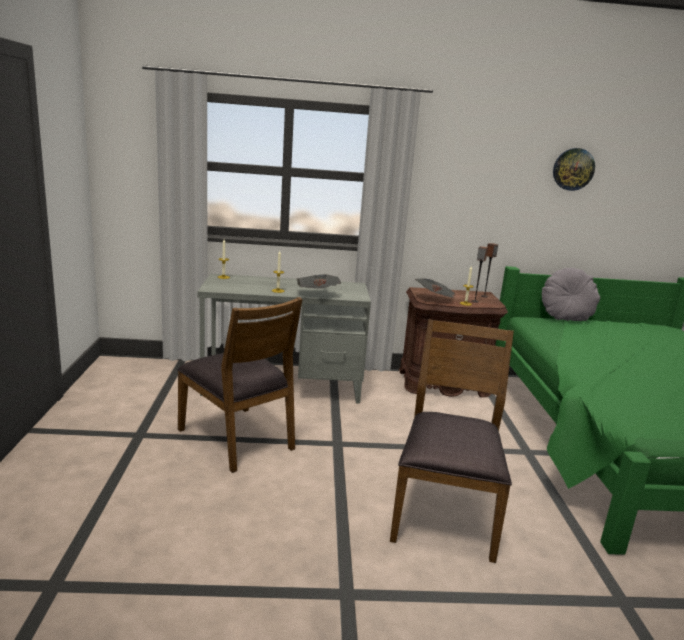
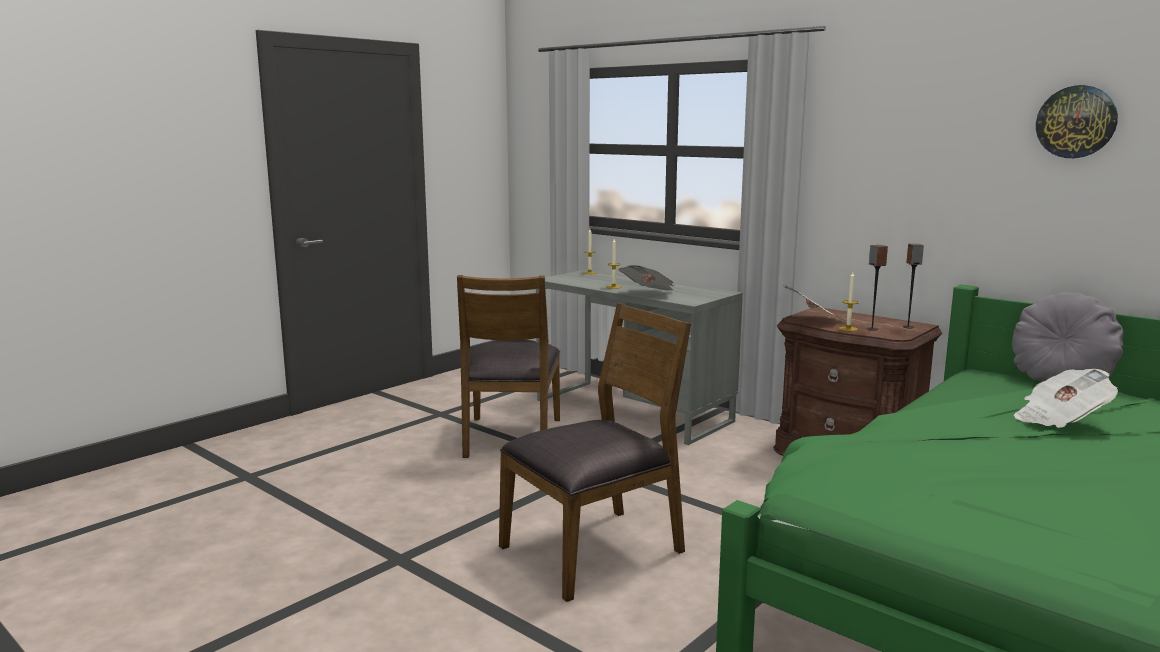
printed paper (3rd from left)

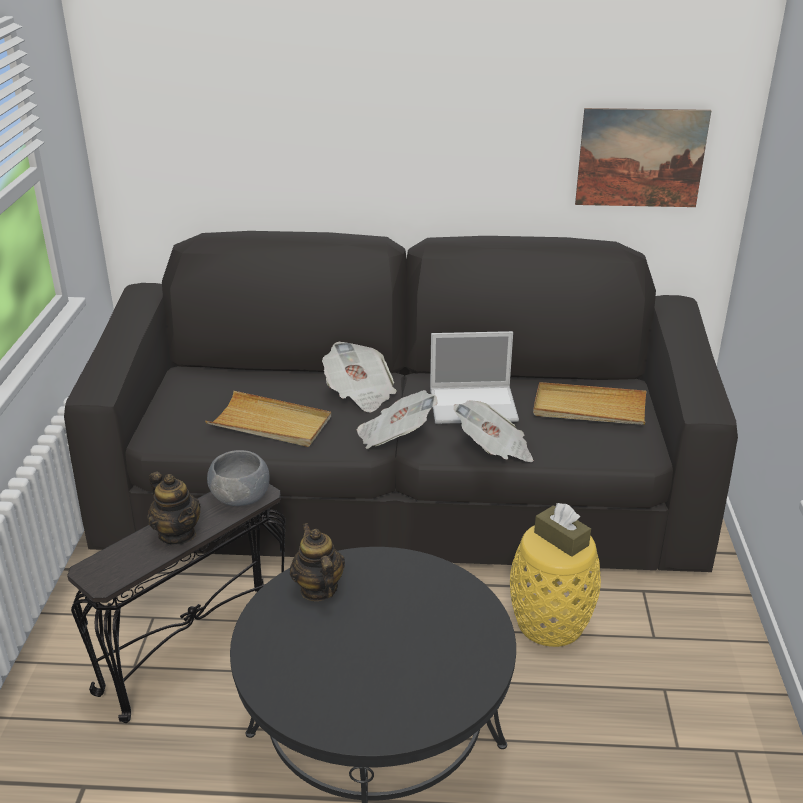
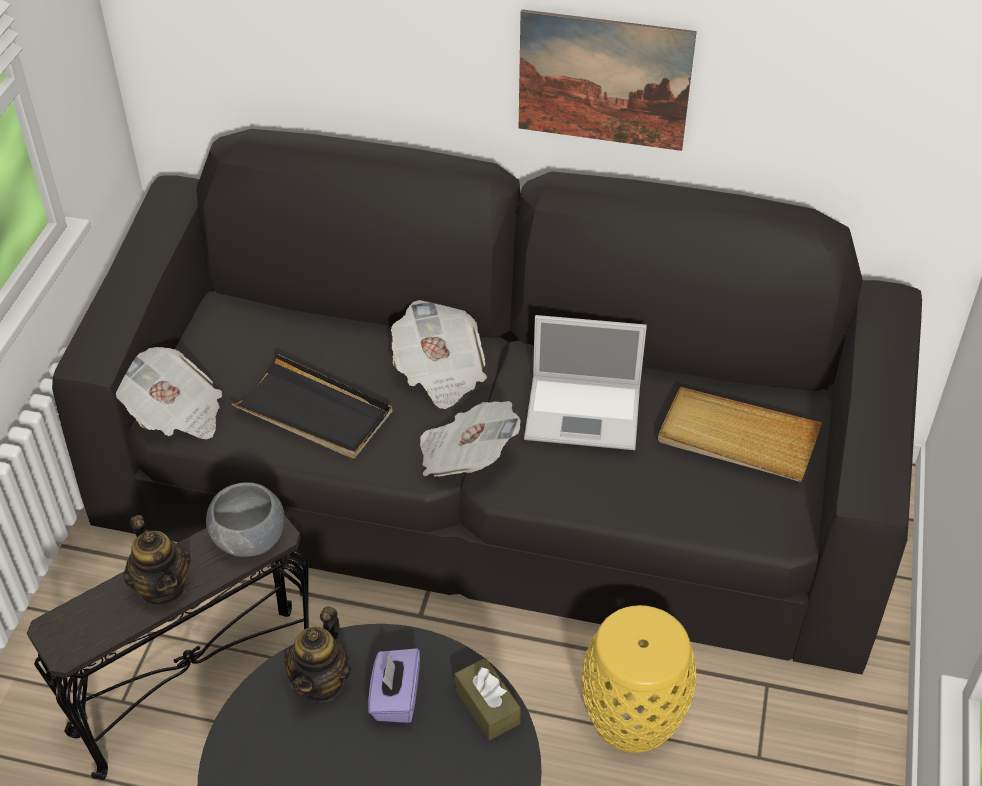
picture; black carrying tray; printed paper (1st from left); brown-coloured tissue box; tea pot (2nd from left); purple-coloured tissue box

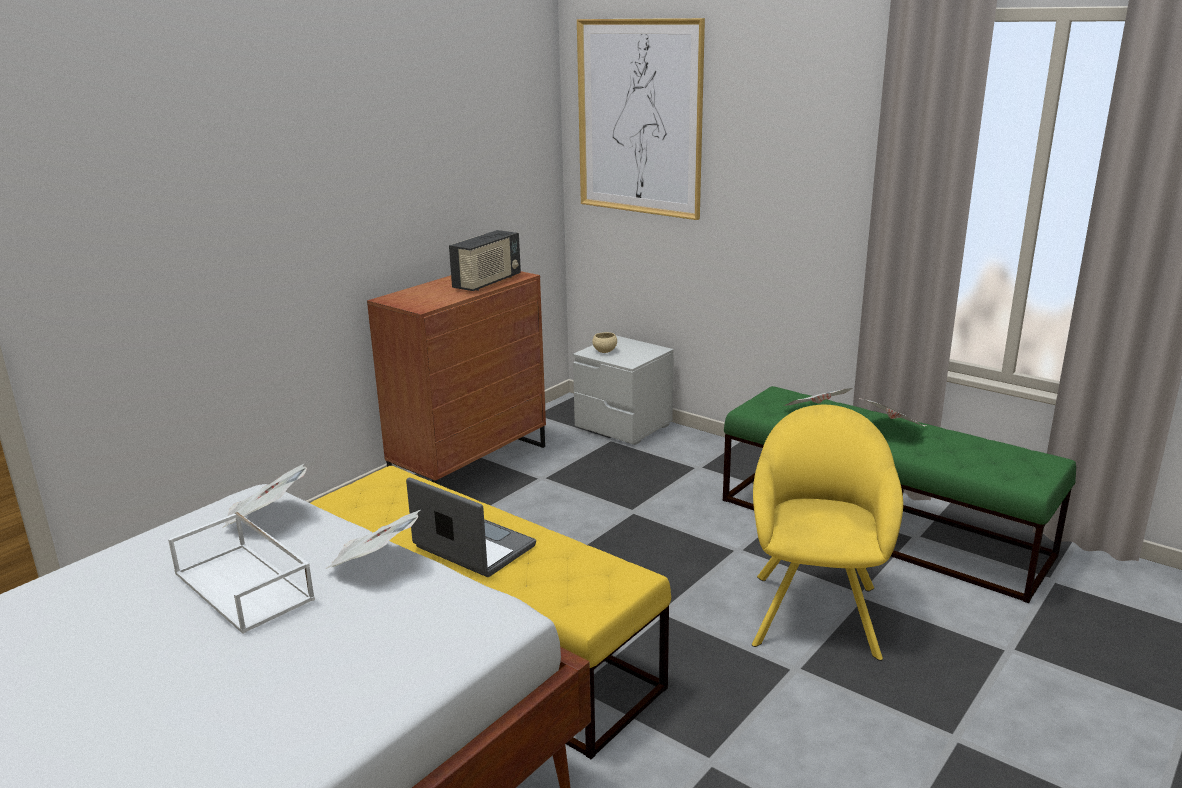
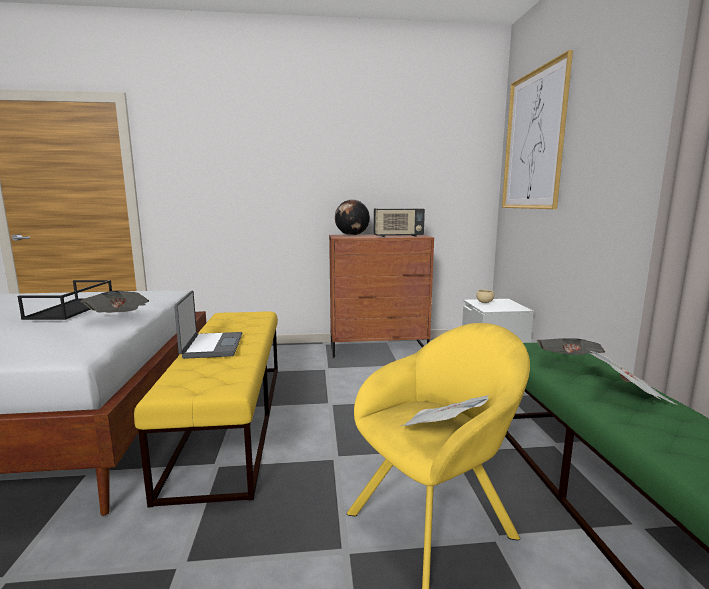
printed paper (2nd from left); black carrying tray; desk globe

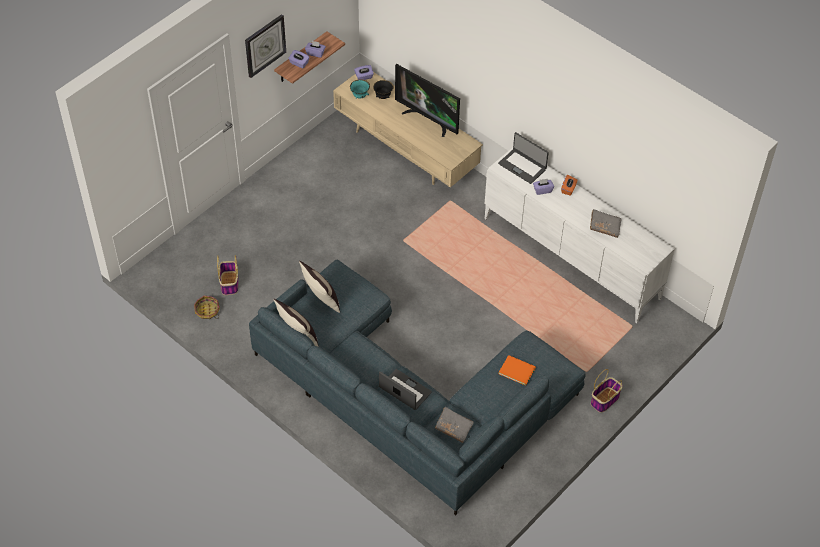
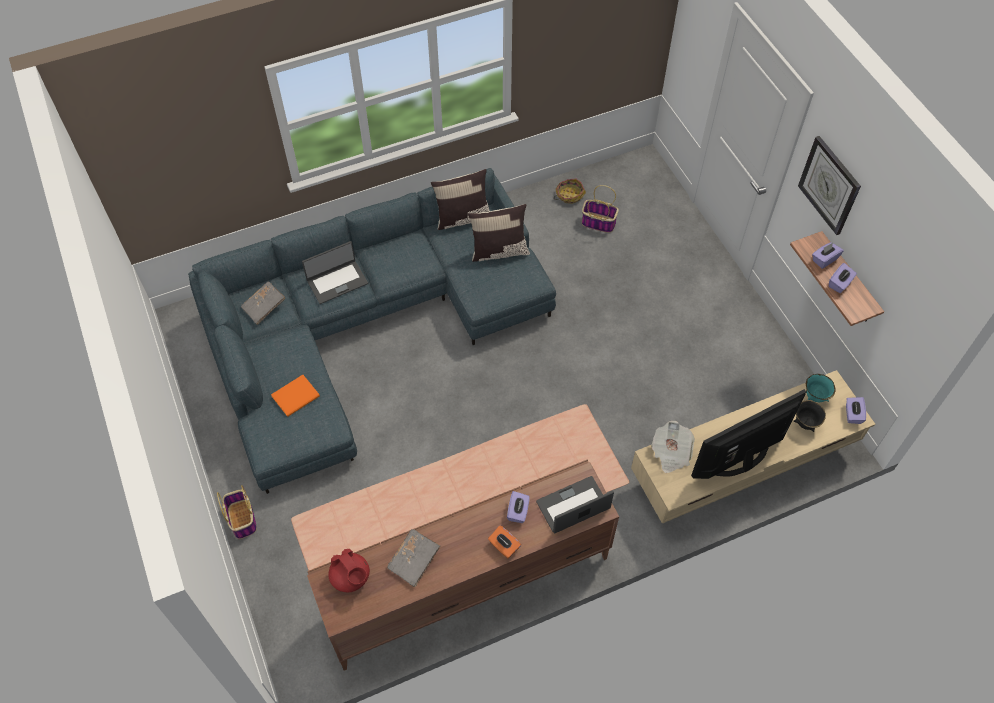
brown-coloured cabinet; printed paper; reddish tea pot

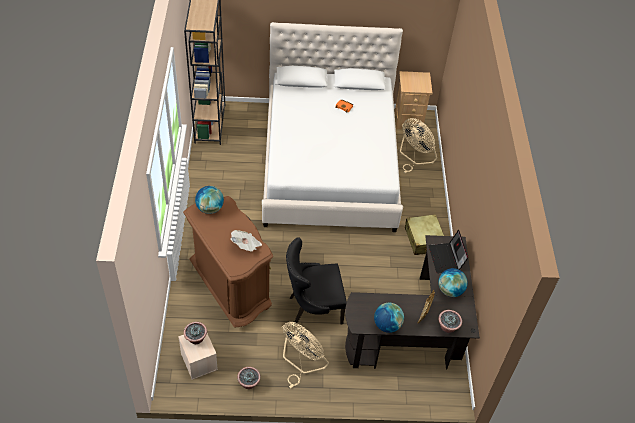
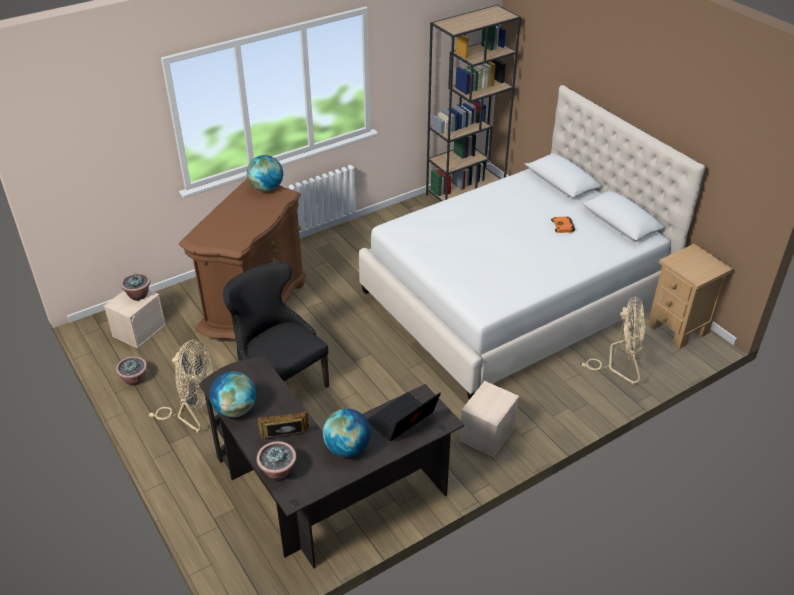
beige storage box (2nd from left); printed paper

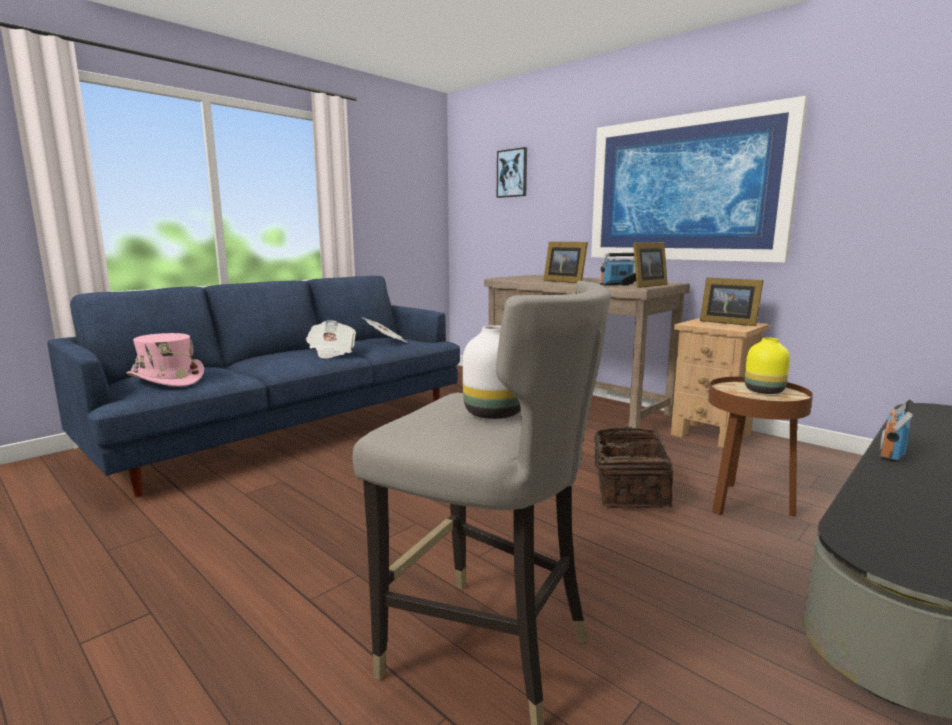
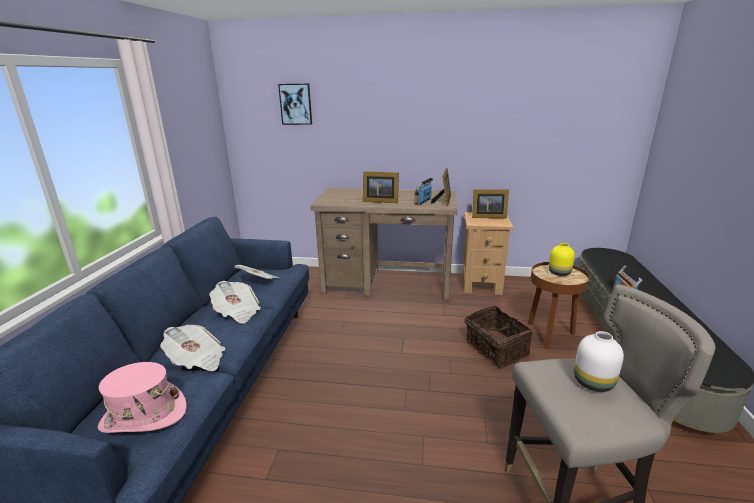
picture (2nd from left in the first image); printed paper (1st from left)

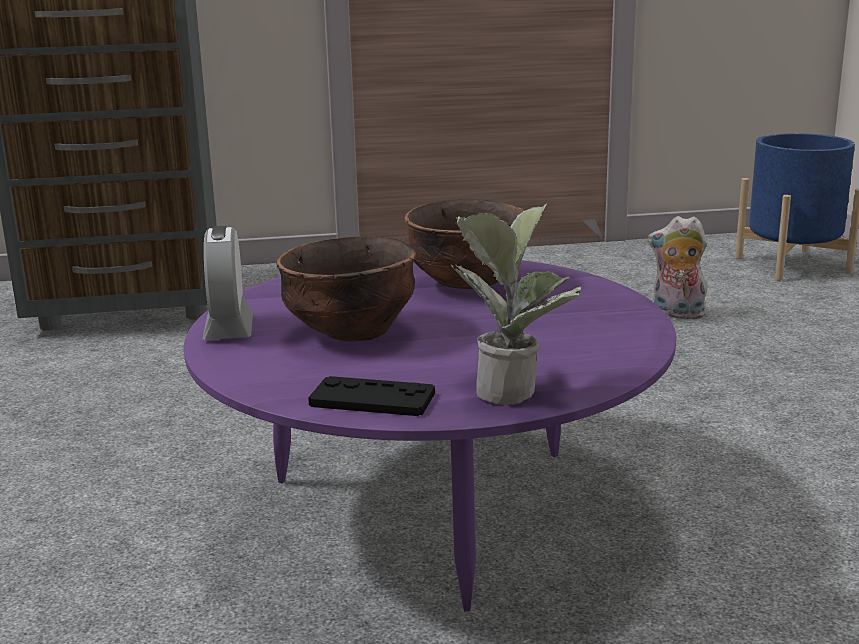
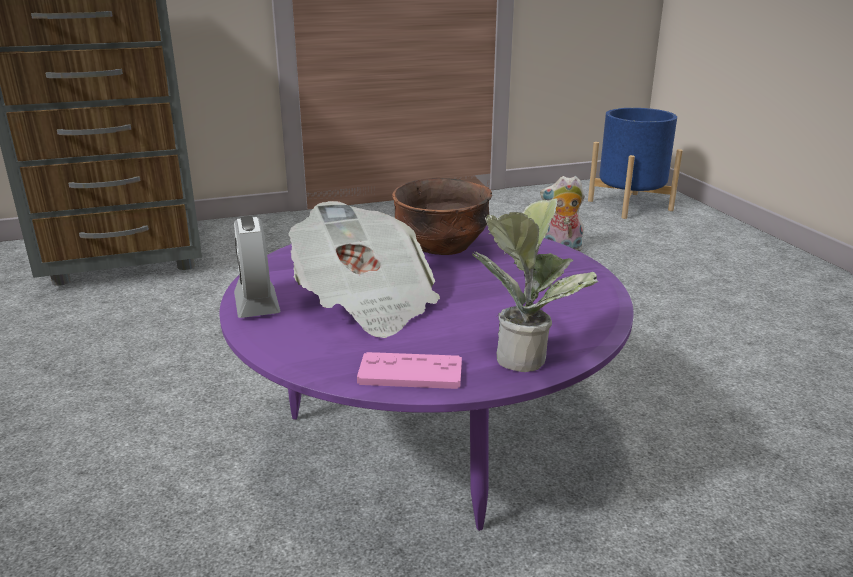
printed paper; pinkish gamepad

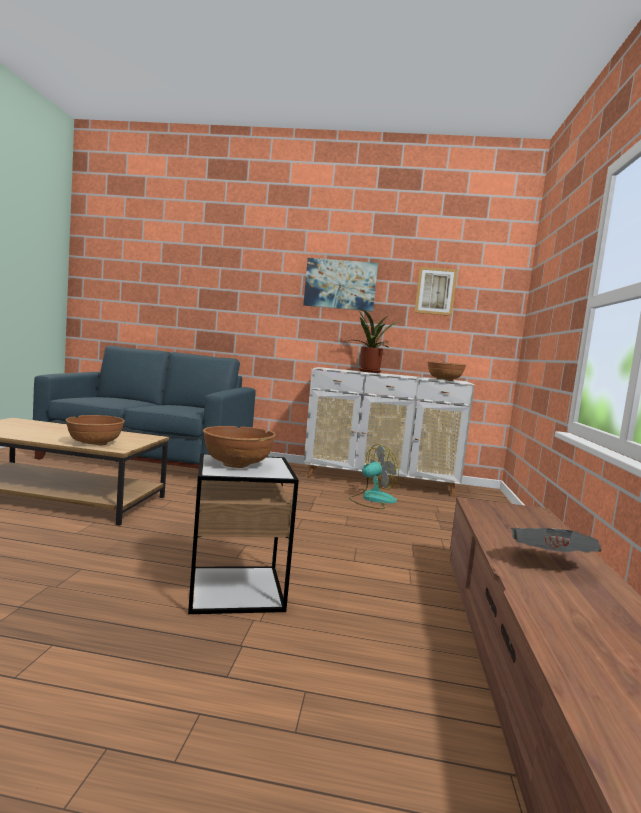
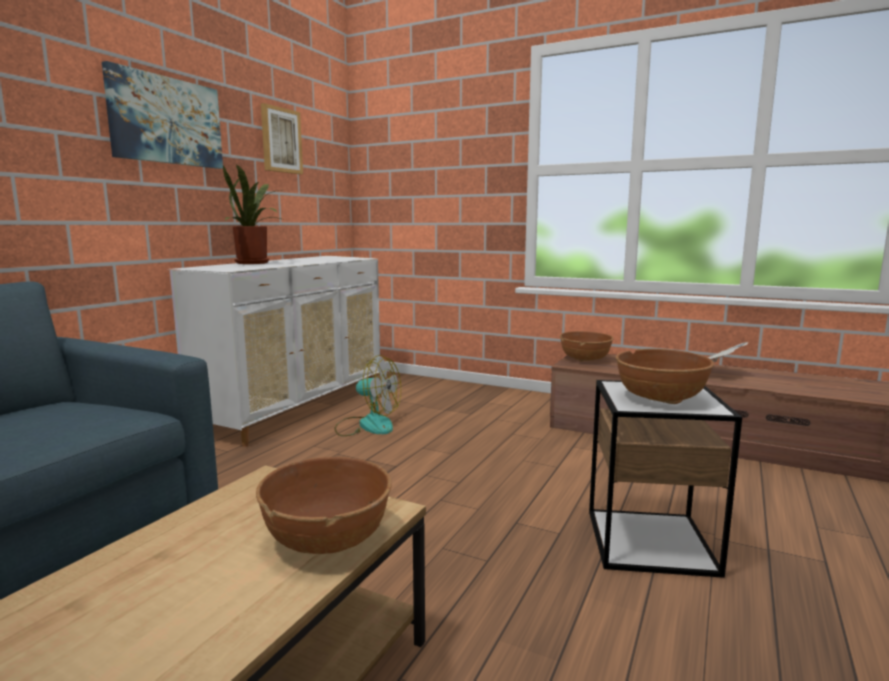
brown-coloured bowl (2nd from left); fan

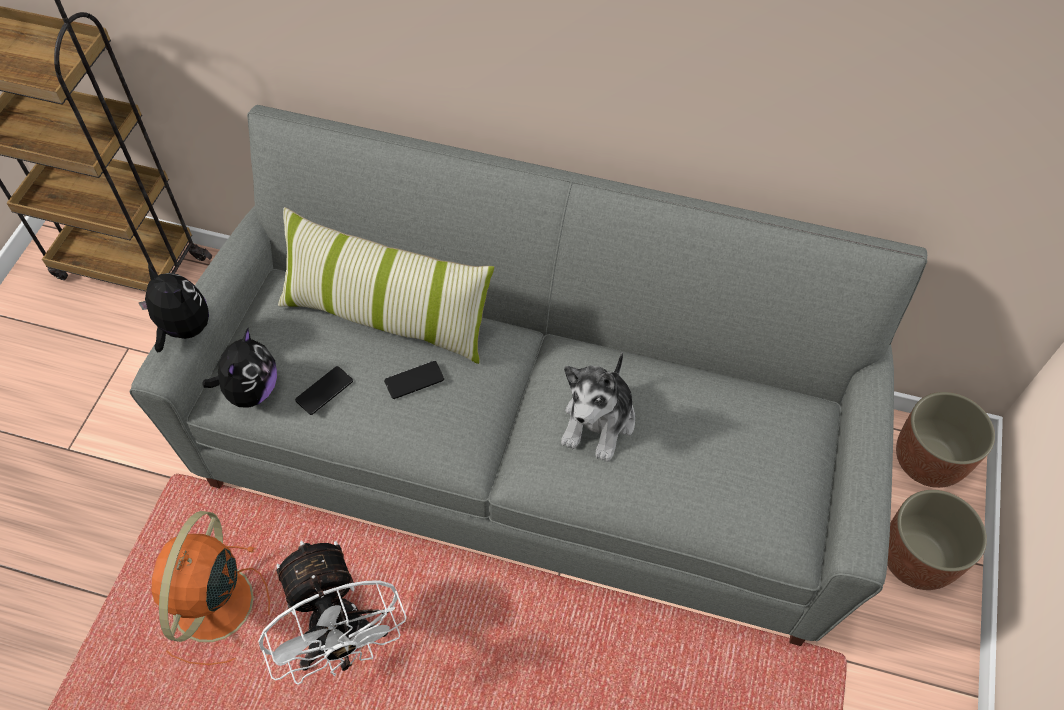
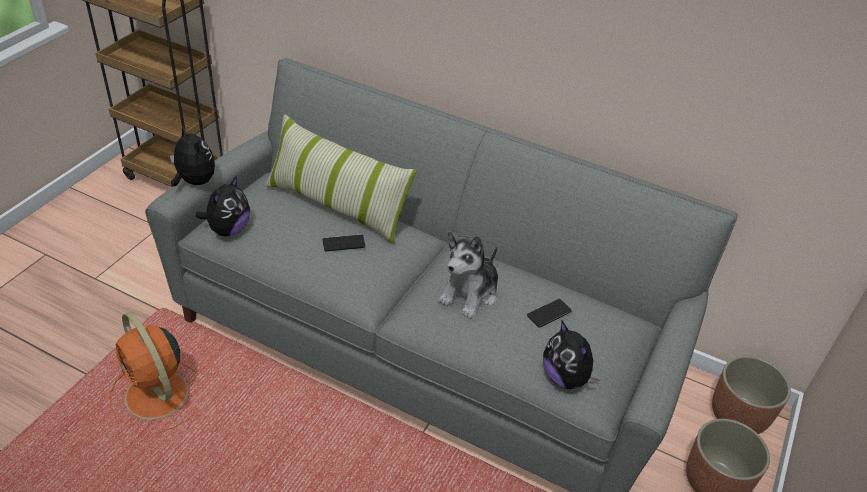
handset (2nd from left); orange fan; white-coloured fan; plush toy (4th from left)

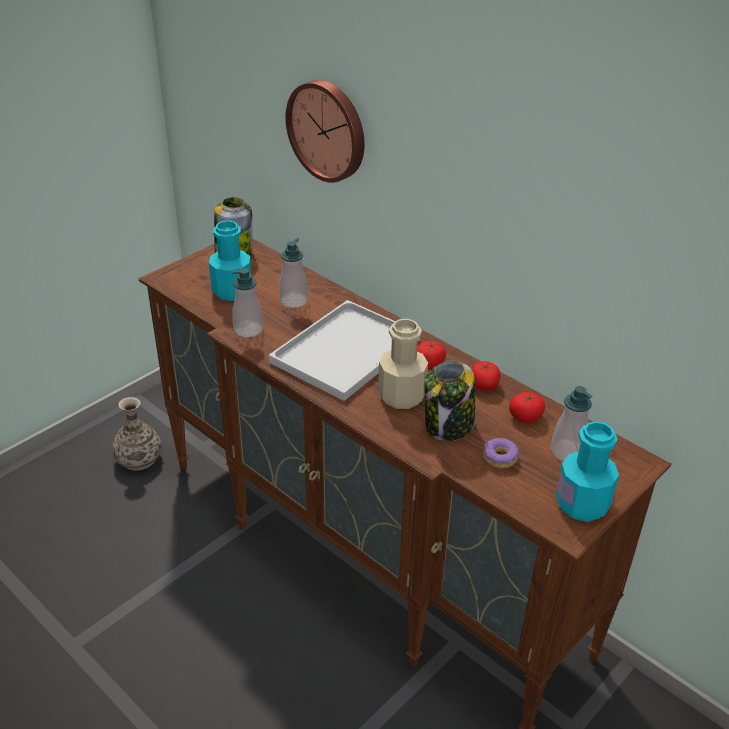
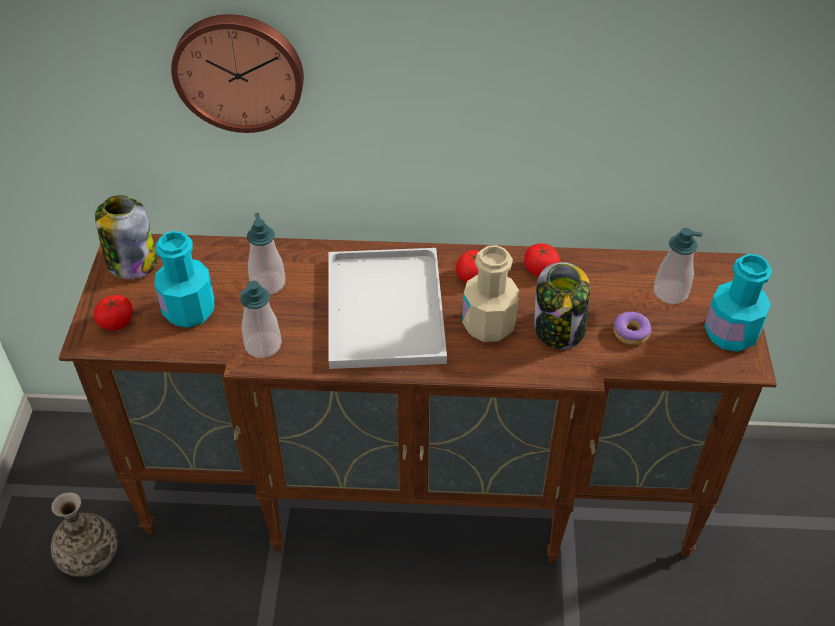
whole tomato (1st from left)

